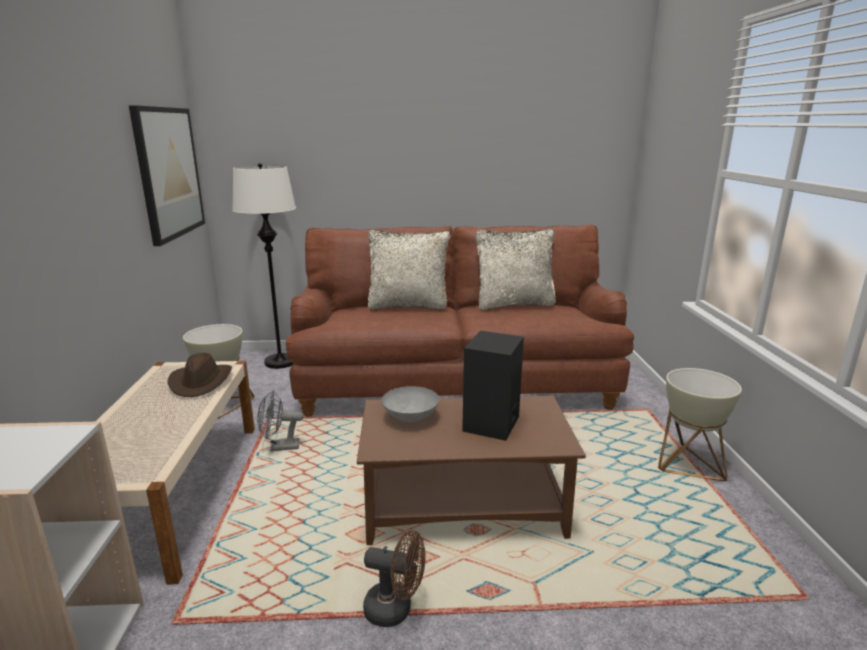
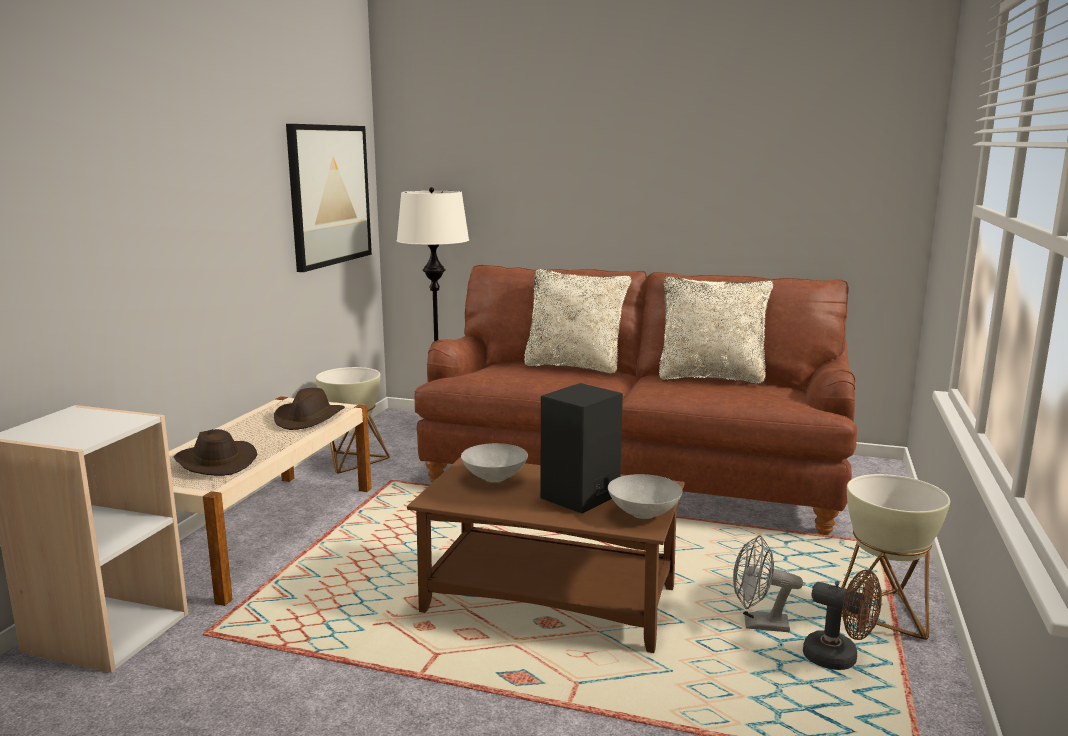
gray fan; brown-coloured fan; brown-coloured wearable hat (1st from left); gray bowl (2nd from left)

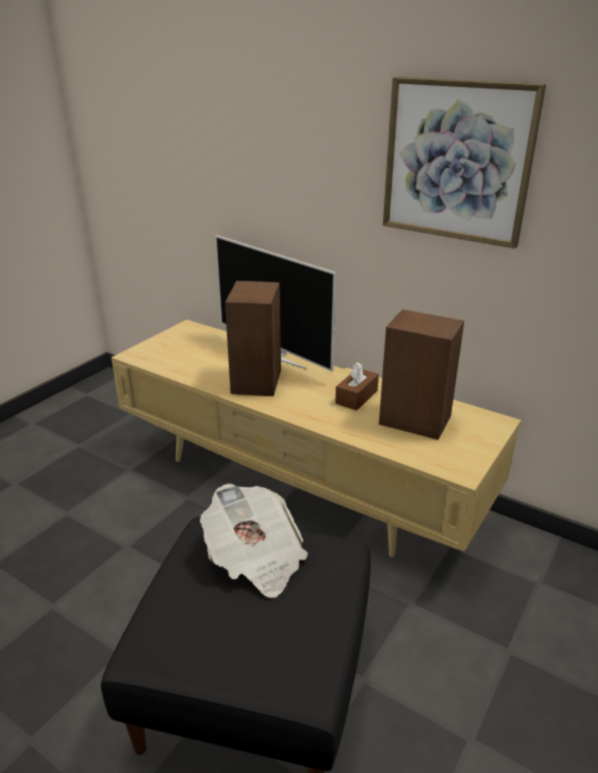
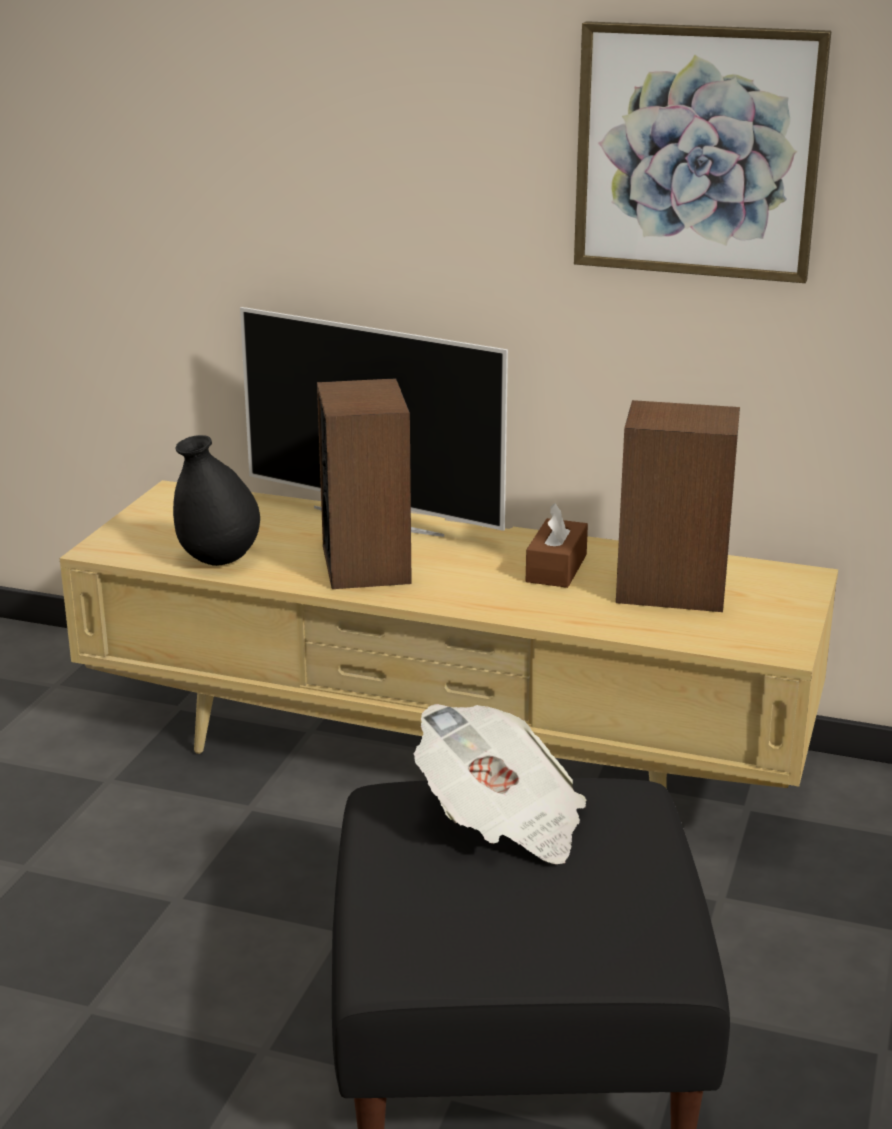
black vase

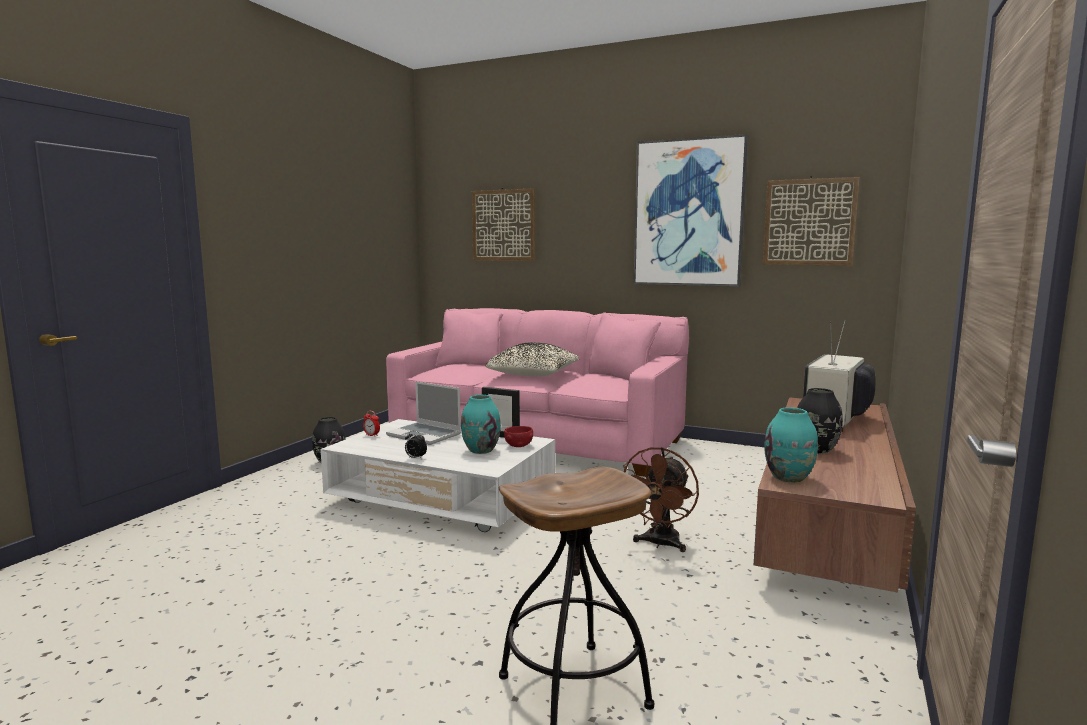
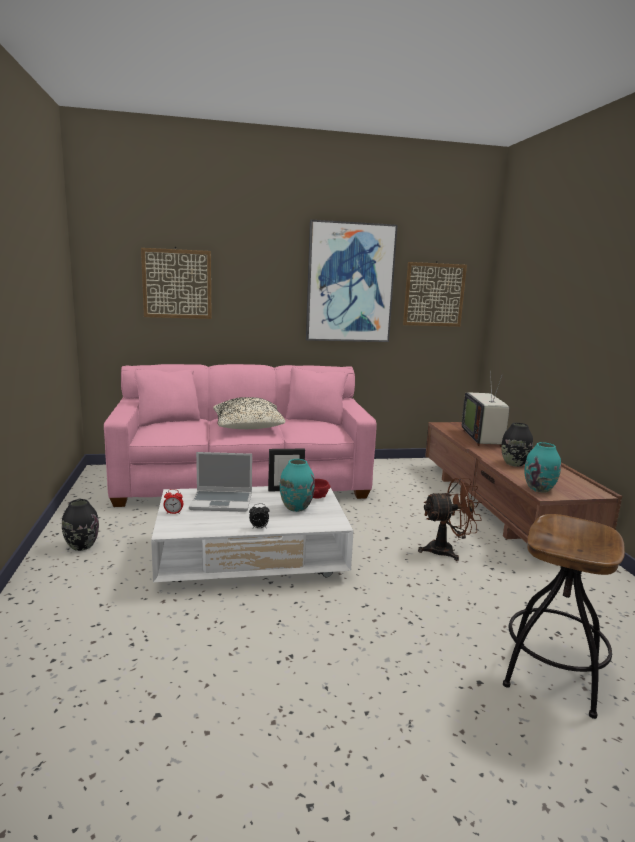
brown-coloured fan

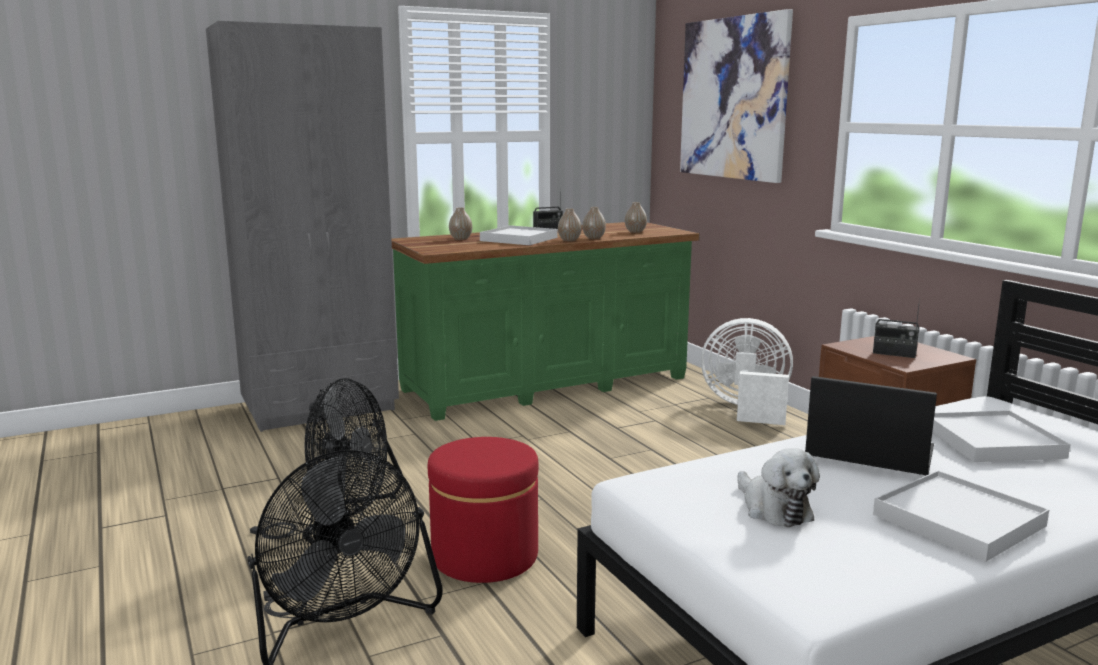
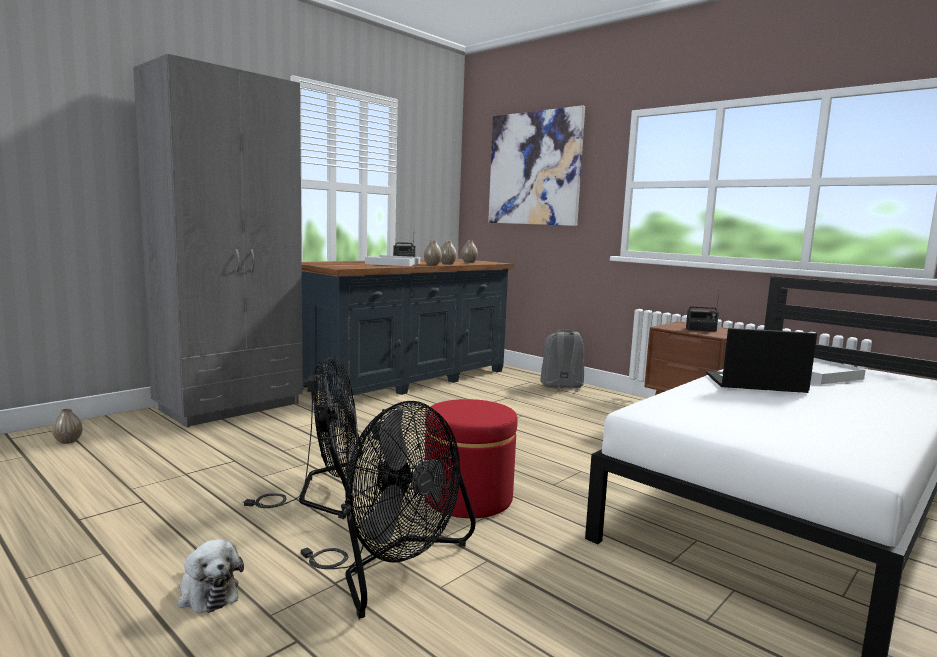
vase (1st from left); blue chest of drawers; gray backpack; plush toy; white-coloured carrying tray (2nd from left in the first image)

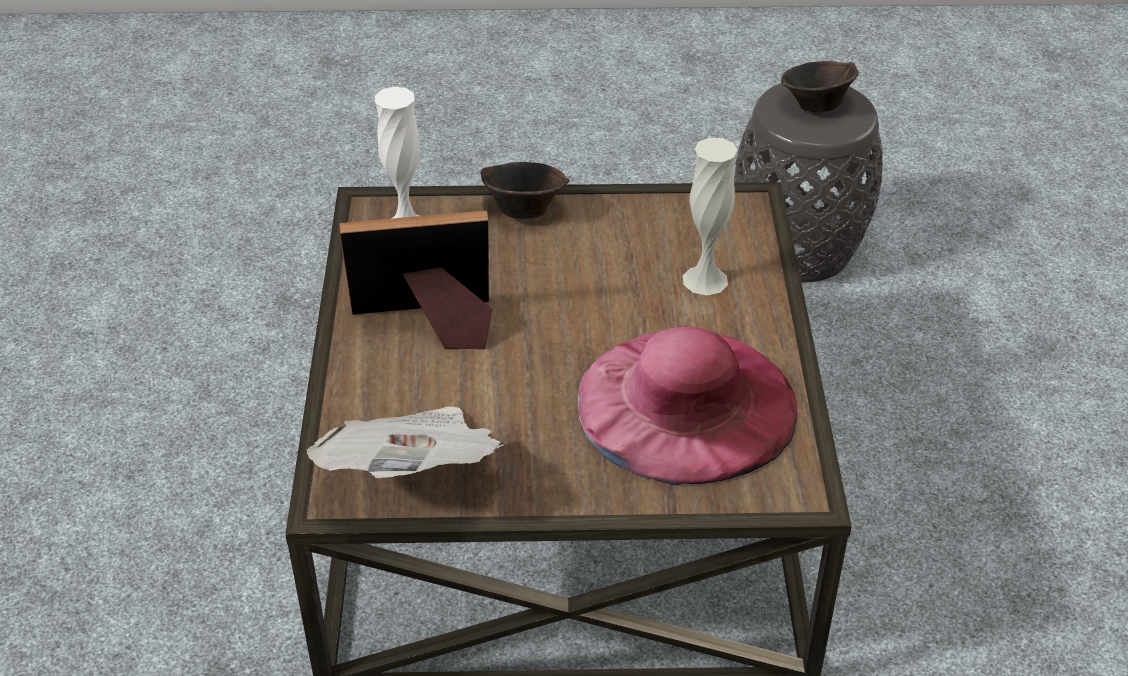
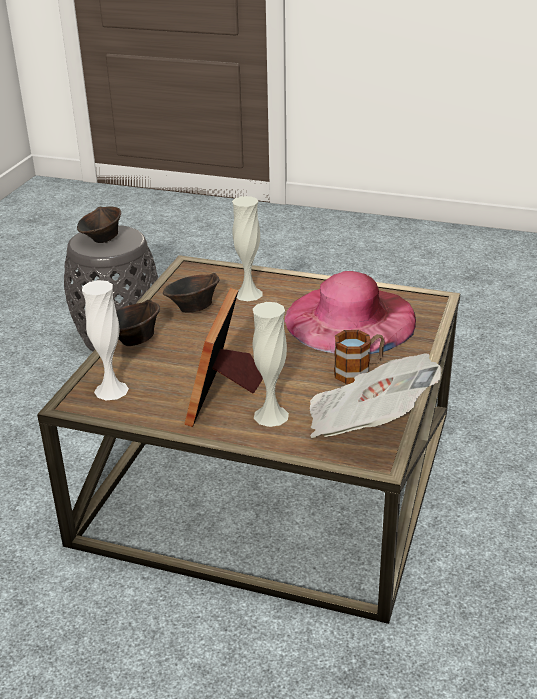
brown-coloured bowl (3rd from left); white-coloured vase (3rd from left); coffee mug

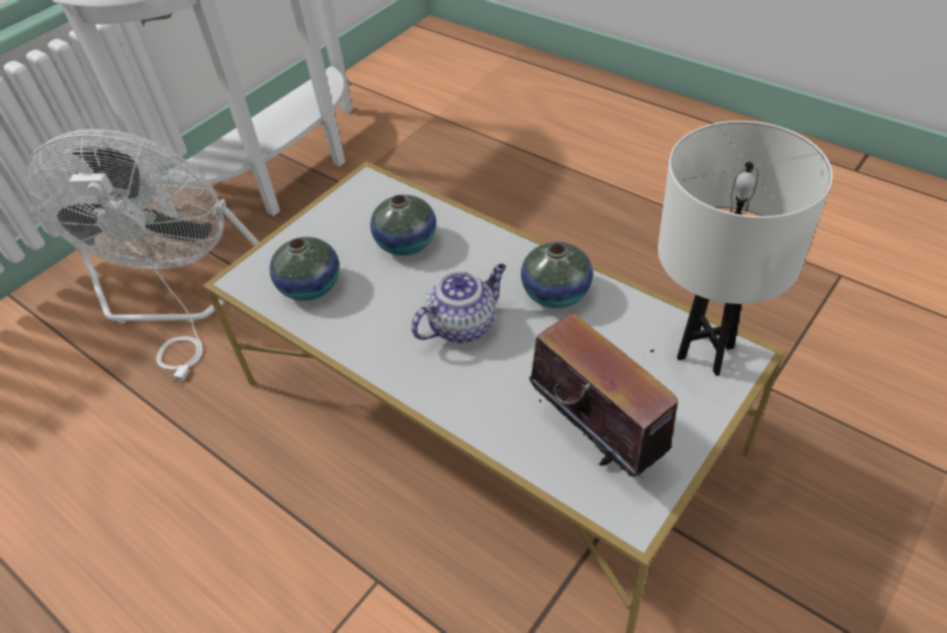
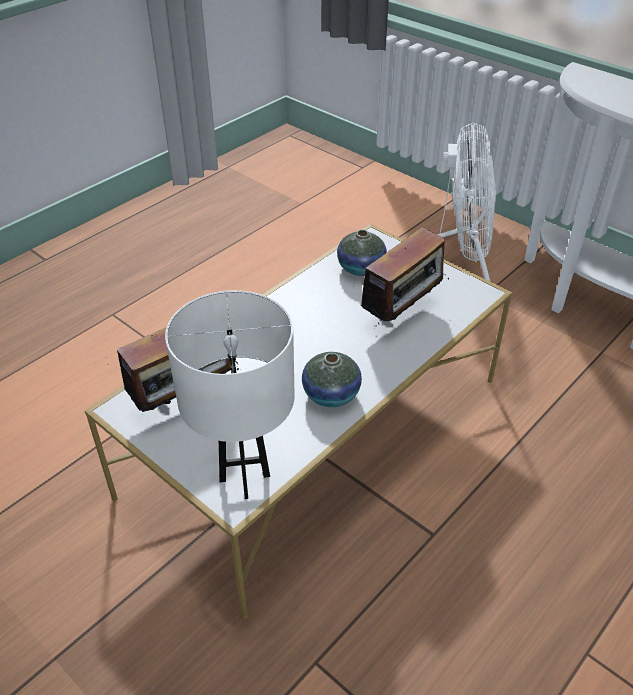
radio receiver (2nd from left); tea pot

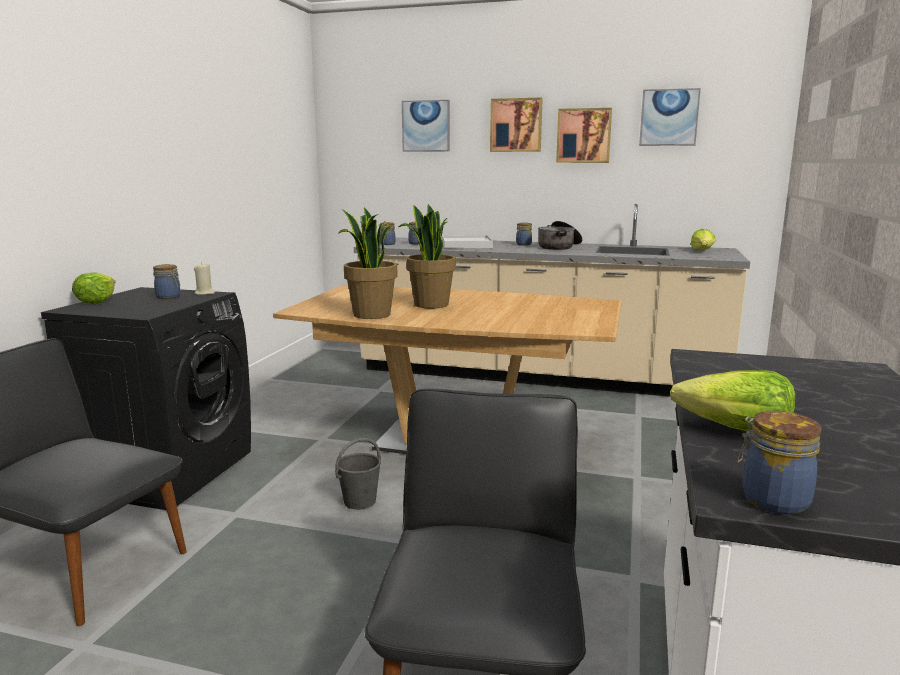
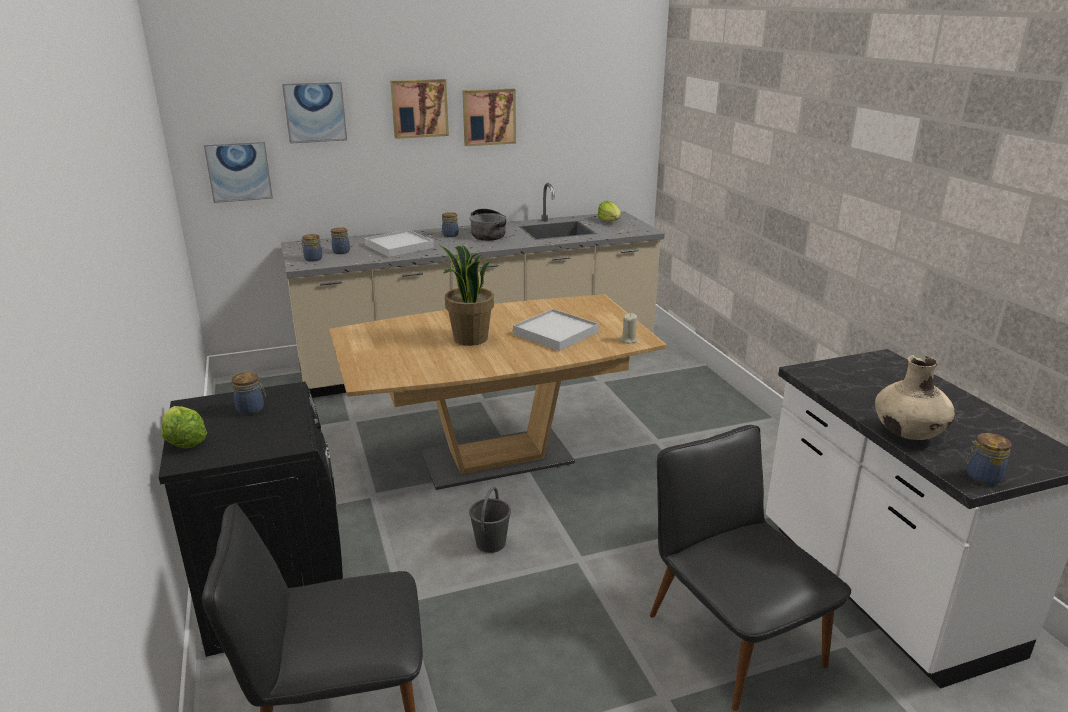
picture (1st from left); houseplant (1st from left in the first image); beige candle; beige vase; white-coloured carrying tray (2nd from left)

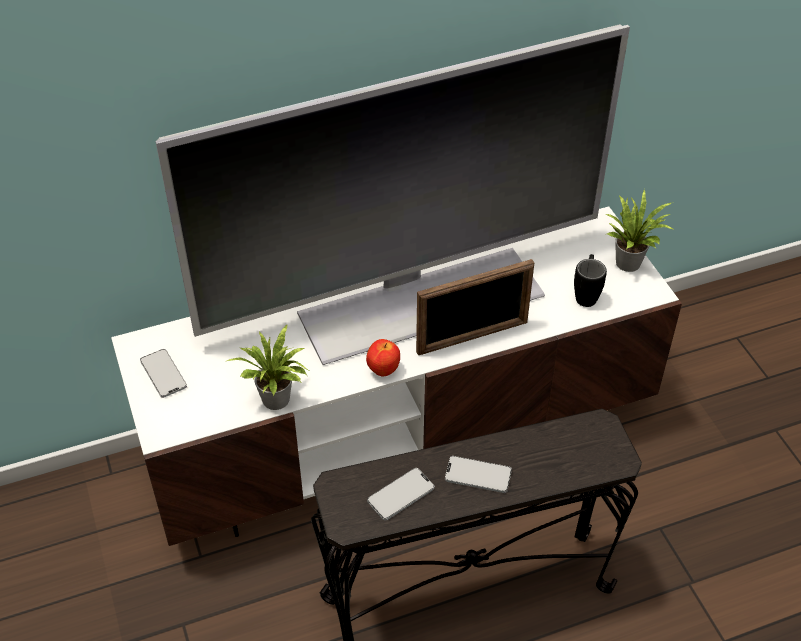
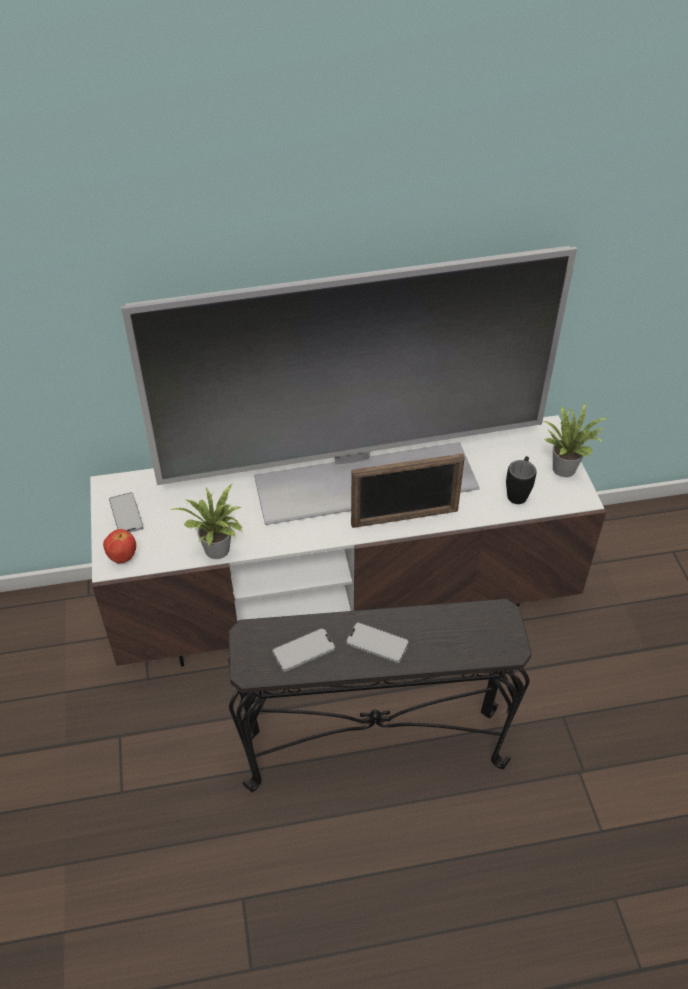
apple

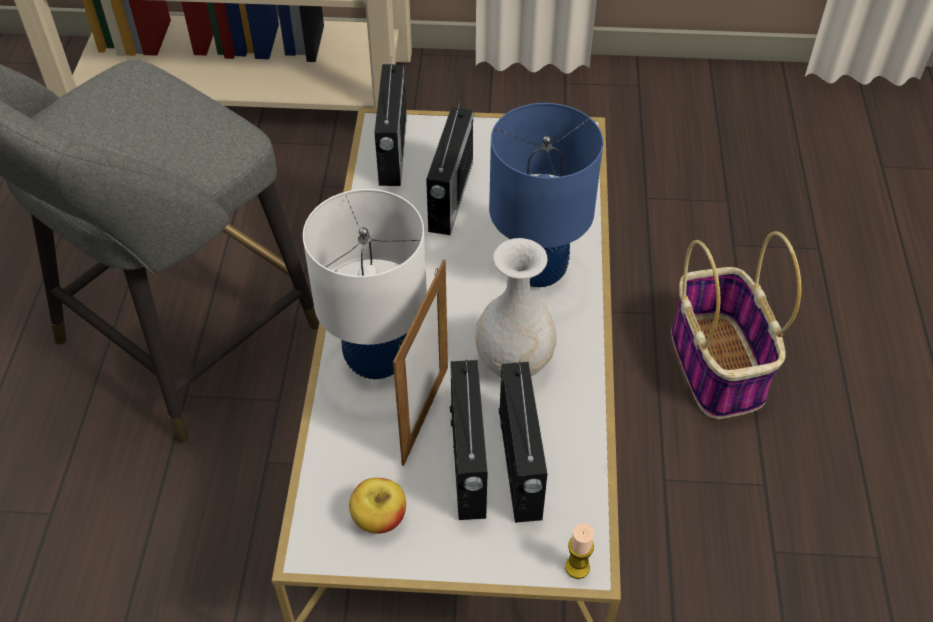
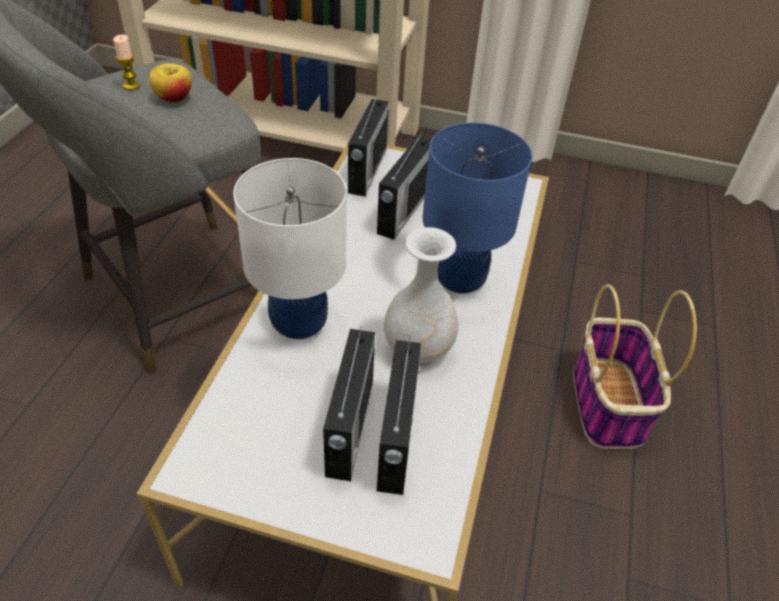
photo frame; apple; candle

